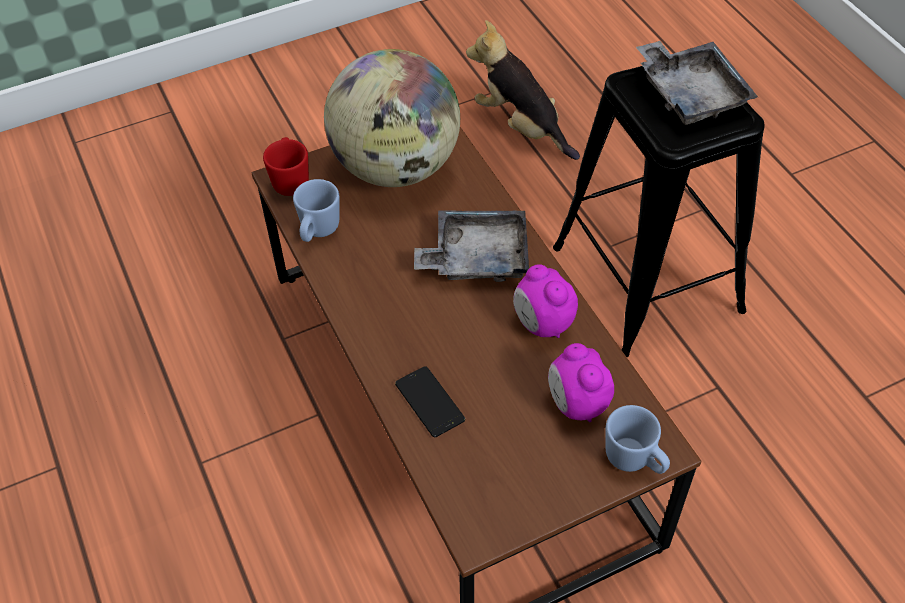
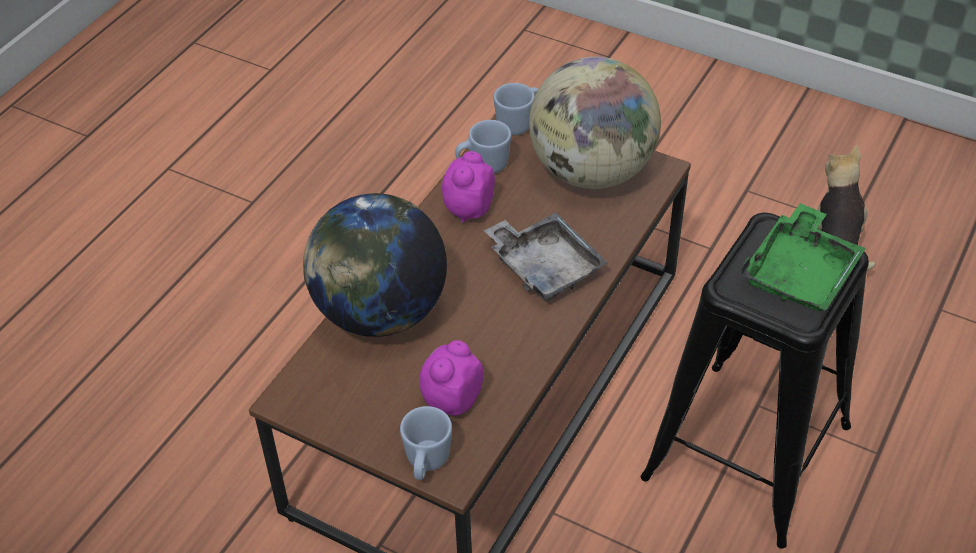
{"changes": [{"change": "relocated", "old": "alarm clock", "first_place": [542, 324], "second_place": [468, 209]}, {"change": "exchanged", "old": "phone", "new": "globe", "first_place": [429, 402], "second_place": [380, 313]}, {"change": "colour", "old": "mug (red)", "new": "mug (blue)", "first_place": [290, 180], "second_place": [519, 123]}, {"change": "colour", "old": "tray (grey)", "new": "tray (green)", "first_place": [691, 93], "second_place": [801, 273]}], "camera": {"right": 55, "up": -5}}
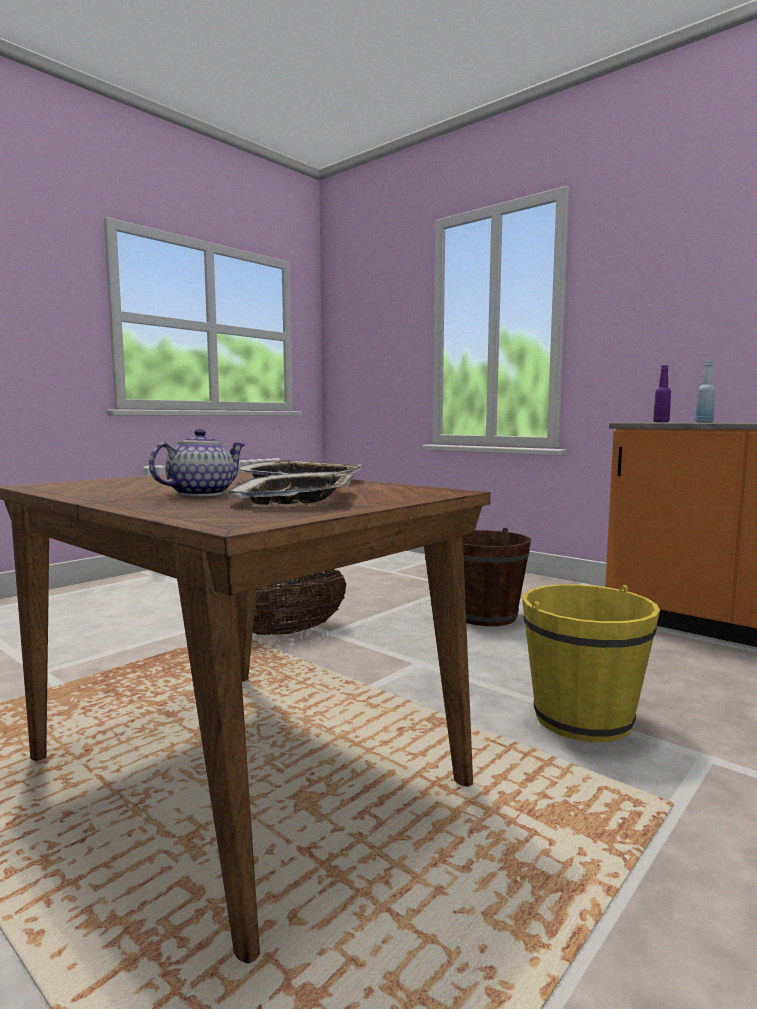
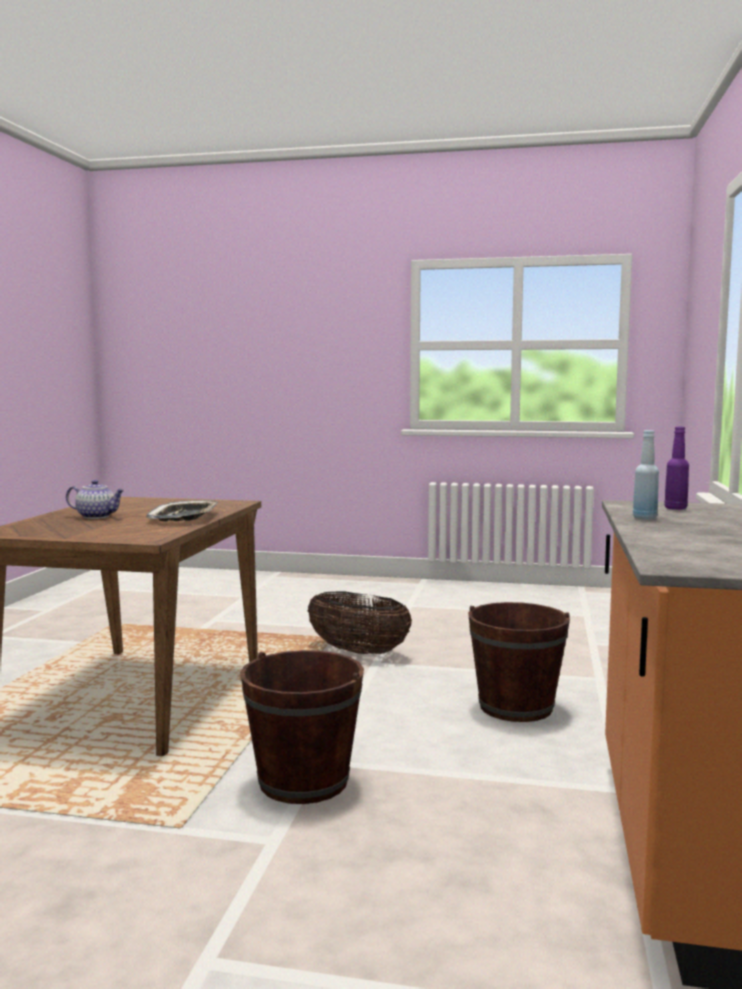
{"changes": [{"change": "missing", "old": "tray", "first_place": [298, 498]}, {"change": "colour", "old": "bucket (yellow)", "new": "bucket (brown)", "first_place": [583, 718], "second_place": [303, 781]}], "camera": {"right": 60, "up": 0}}
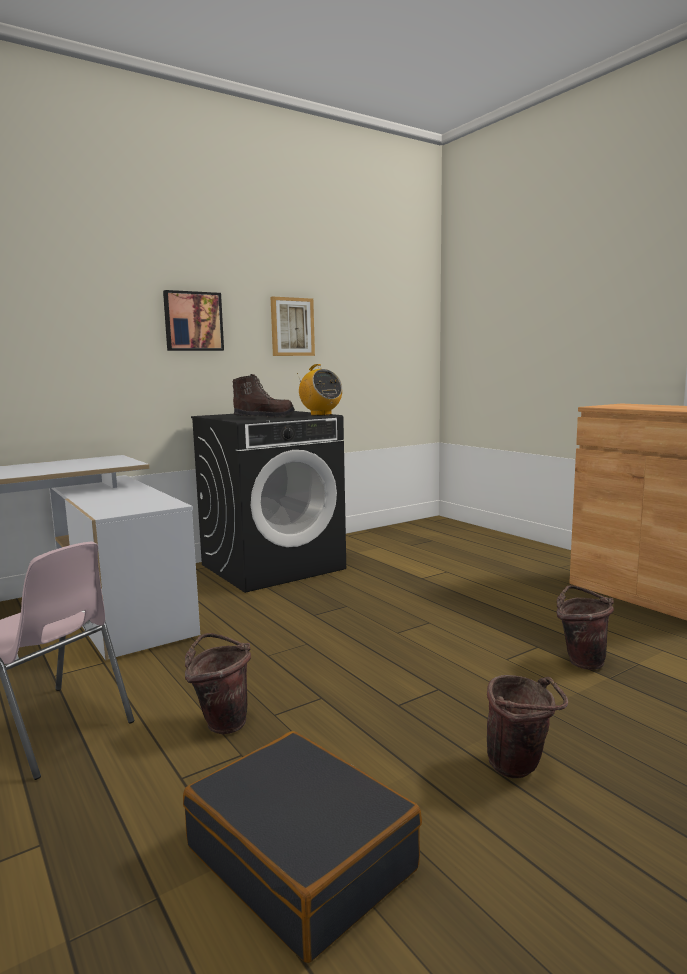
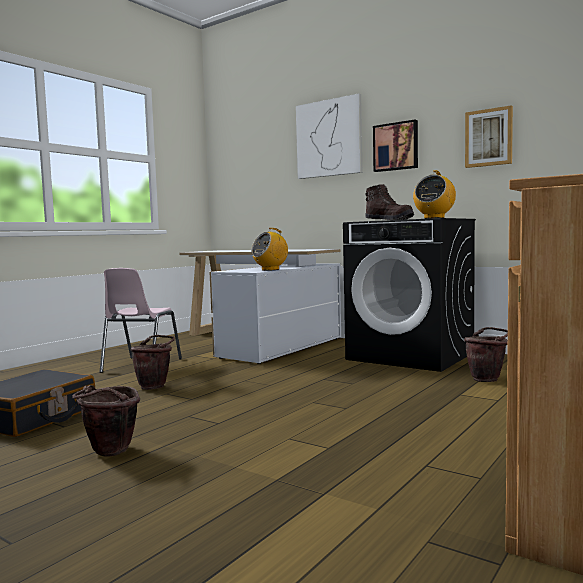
{"changes": [{"change": "appeared", "new": "radio", "second_place": [270, 269]}, {"change": "appeared", "new": "picture", "second_place": [329, 138]}, {"change": "relocated", "old": "bucket (brown)", "first_place": [581, 660], "second_place": [487, 379]}], "camera": {"right": 70, "up": -5}}
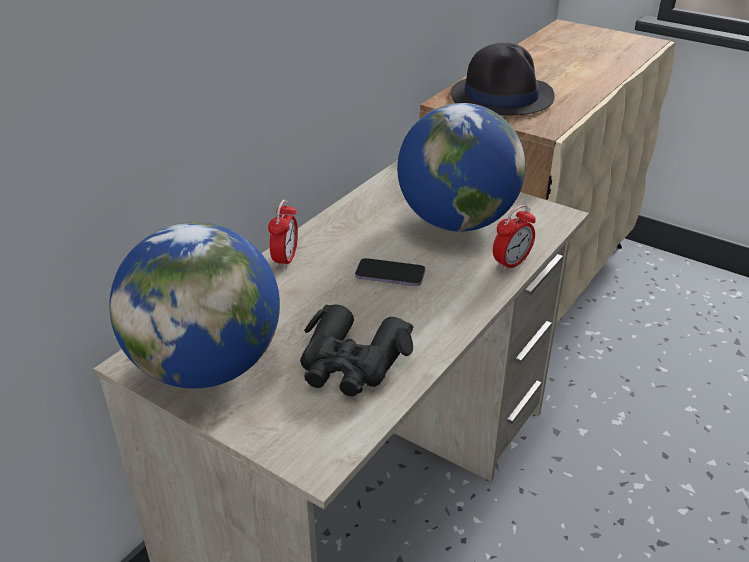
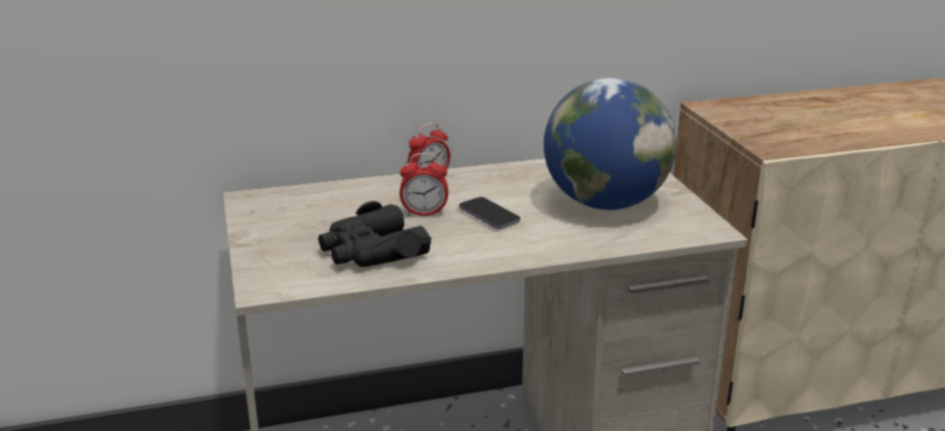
{"changes": [{"change": "missing", "old": "globe", "first_place": [206, 366]}, {"change": "missing", "old": "hat (black)", "first_place": [502, 97]}, {"change": "relocated", "old": "alarm clock", "first_place": [511, 263], "second_place": [424, 213]}], "camera": {"right": 40, "up": -10}}
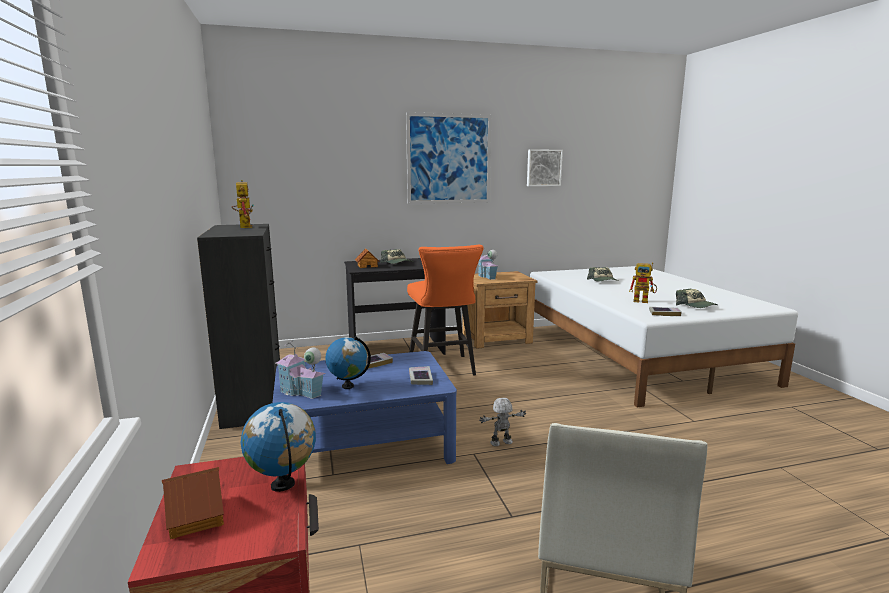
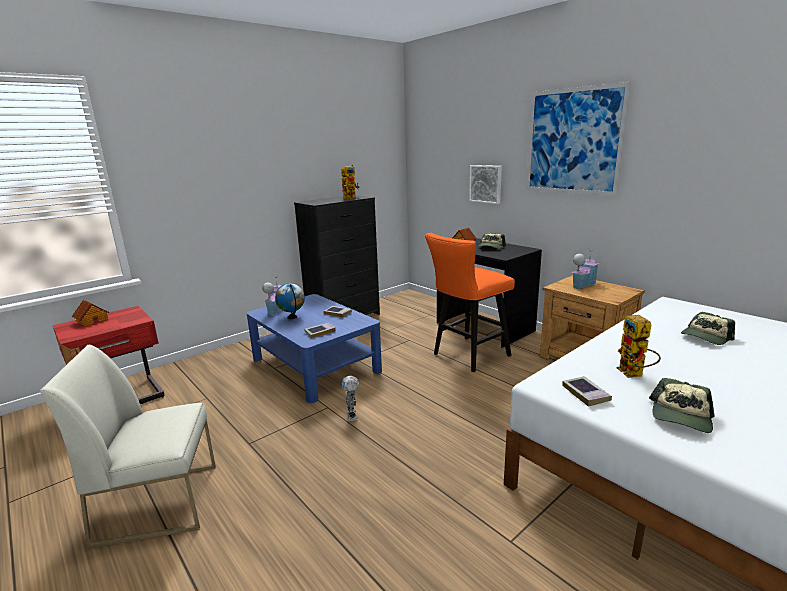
{"changes": [{"change": "missing", "old": "globe", "first_place": [283, 485]}, {"change": "relocated", "old": "picture", "first_place": [543, 168], "second_place": [486, 183]}, {"change": "spun", "old": "toy robot", "first_place": [501, 443], "second_place": [352, 415], "degrees": -150}], "camera": {"right": 65, "up": 5}}
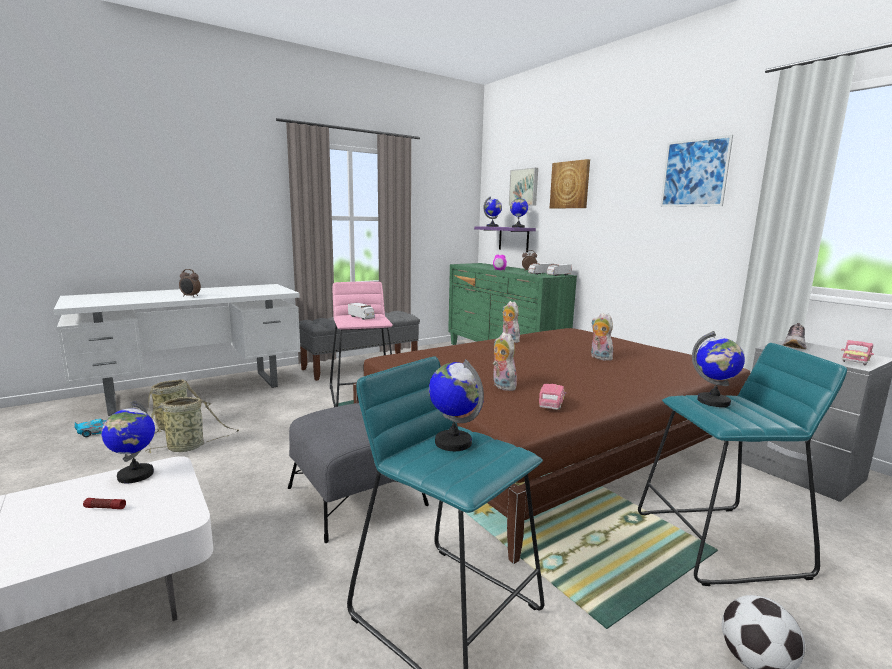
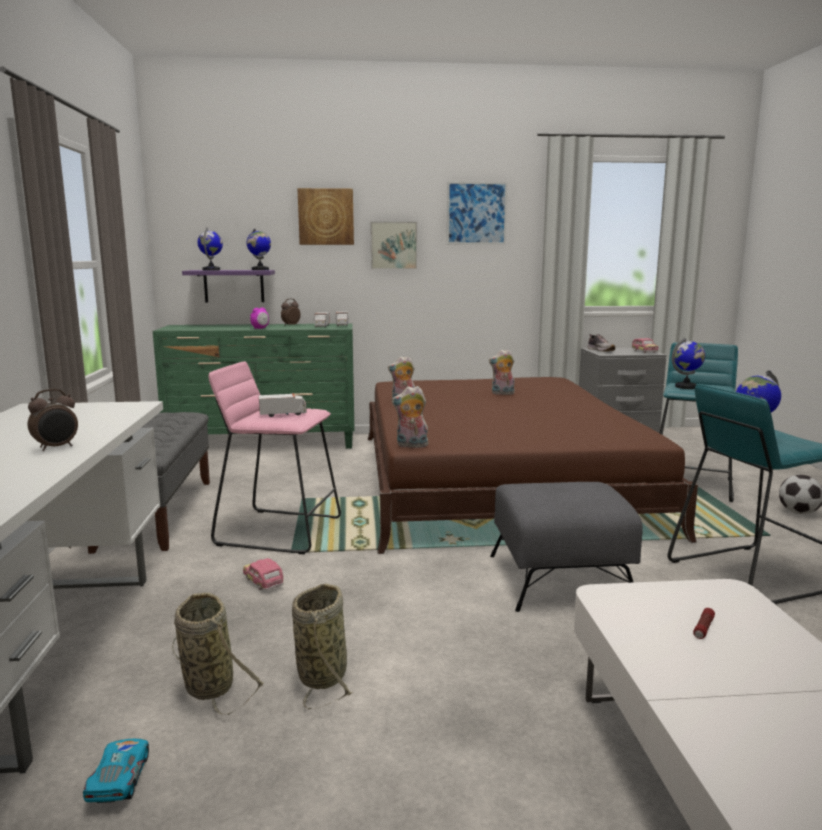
{"changes": [{"change": "missing", "old": "globe", "first_place": [135, 475]}, {"change": "relocated", "old": "plush toy", "first_place": [502, 386], "second_place": [411, 446]}, {"change": "relocated", "old": "picture", "first_place": [524, 187], "second_place": [393, 245]}, {"change": "relocated", "old": "toy car", "first_place": [551, 404], "second_place": [263, 582]}], "camera": {"right": -60, "up": 0}}
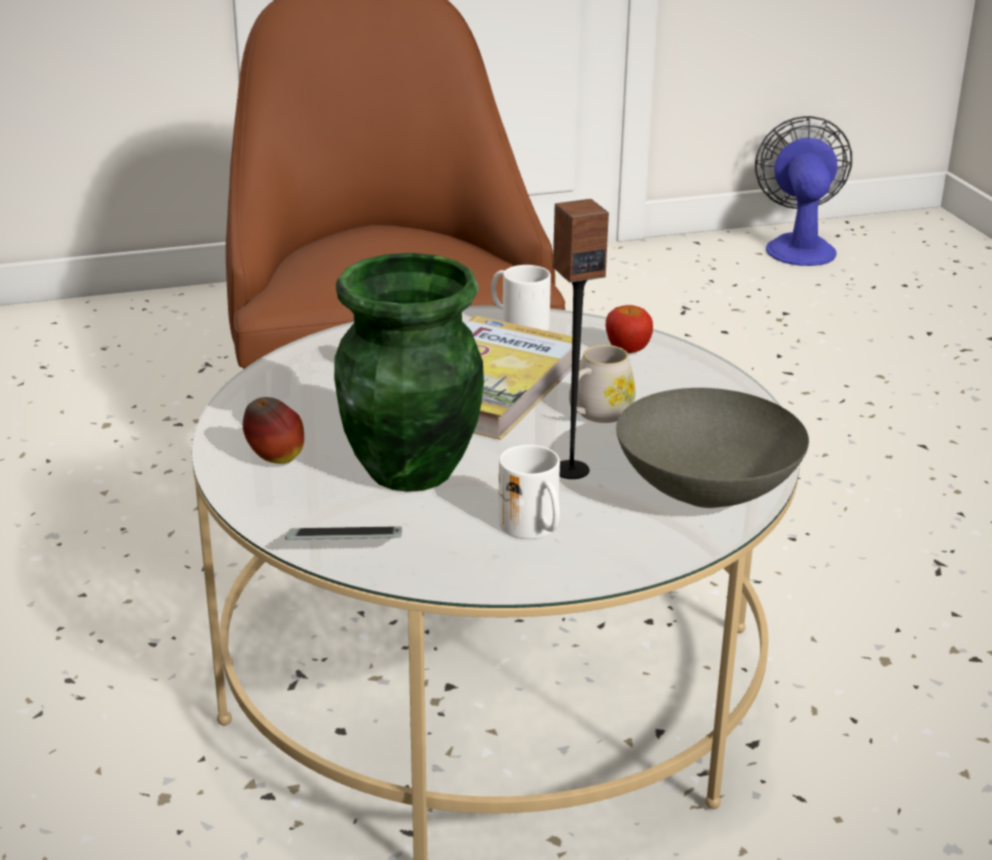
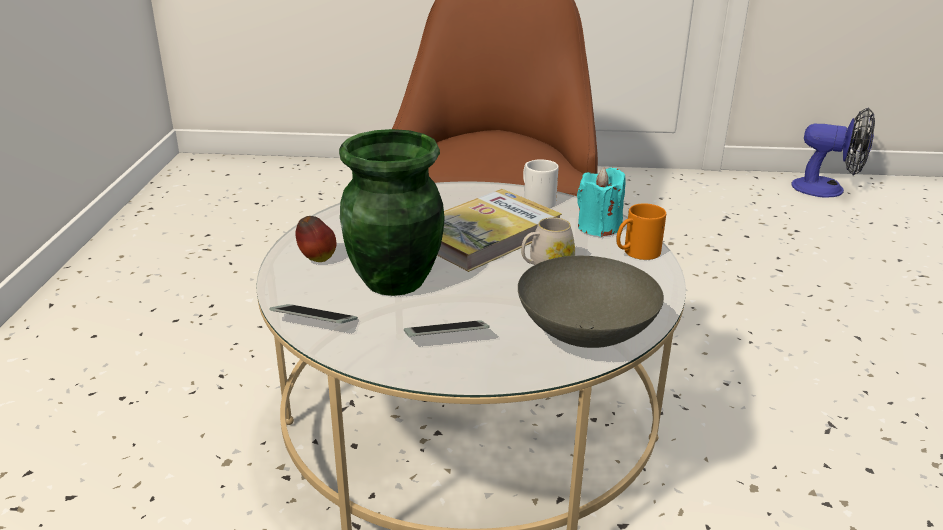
{"changes": [{"change": "missing", "old": "speaker", "first_place": [571, 469]}, {"change": "appeared", "new": "mug (orange)", "second_place": [636, 253]}, {"change": "exchanged", "old": "mug (white)", "new": "phone", "first_place": [535, 529], "second_place": [446, 336]}, {"change": "exchanged", "old": "apple", "new": "candle (turquoise)", "first_place": [627, 349], "second_place": [599, 227]}, {"change": "spun", "old": "fan", "first_place": [798, 246], "second_place": [827, 189], "degrees": 90}], "camera": {"right": 20, "up": 0}}
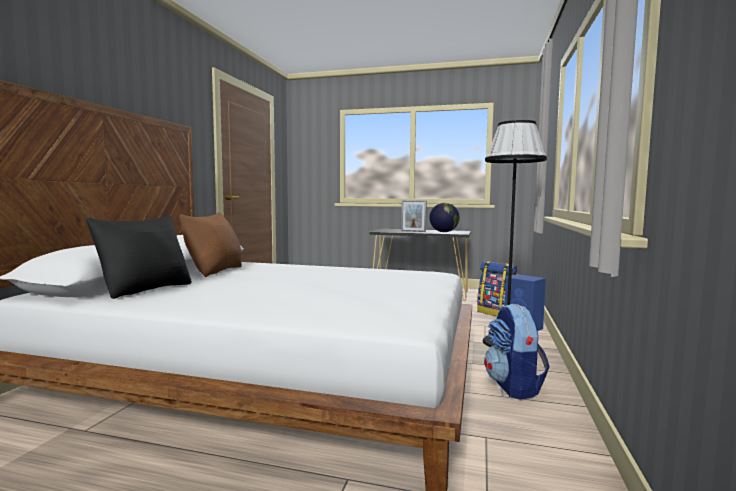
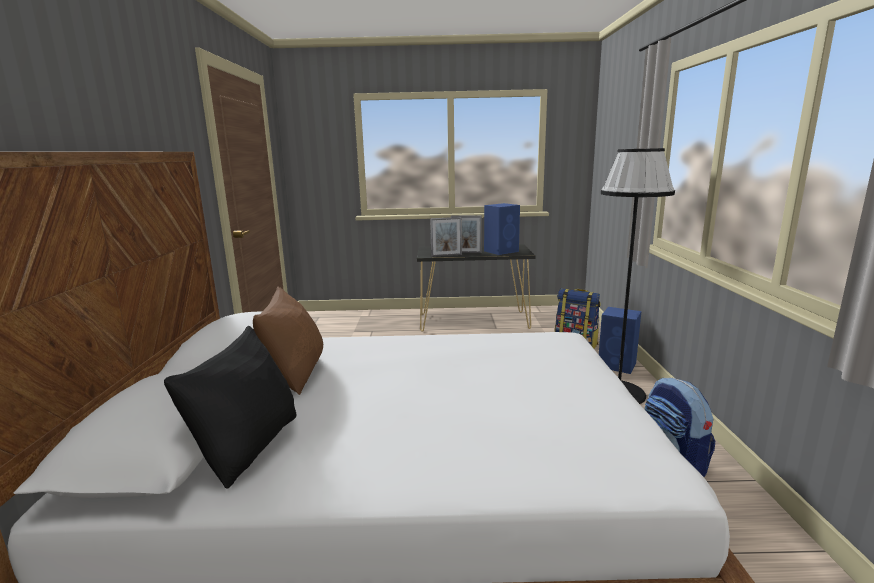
{"changes": [{"change": "appeared", "new": "picture frame", "second_place": [446, 255]}, {"change": "exchanged", "old": "globe", "new": "speaker (blue)", "first_place": [444, 232], "second_place": [502, 251]}], "camera": {"right": -15, "up": 10}}
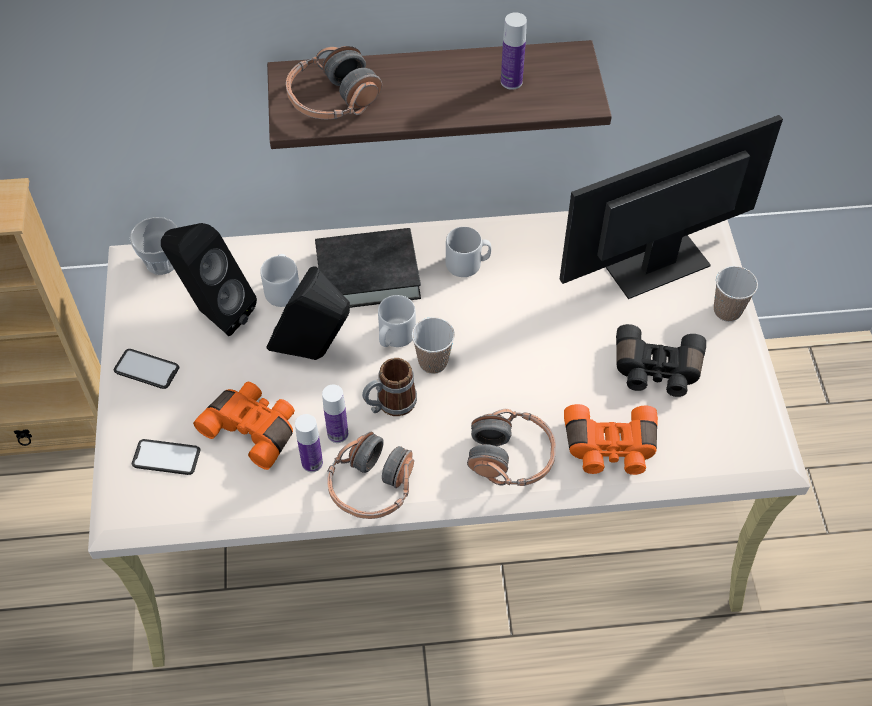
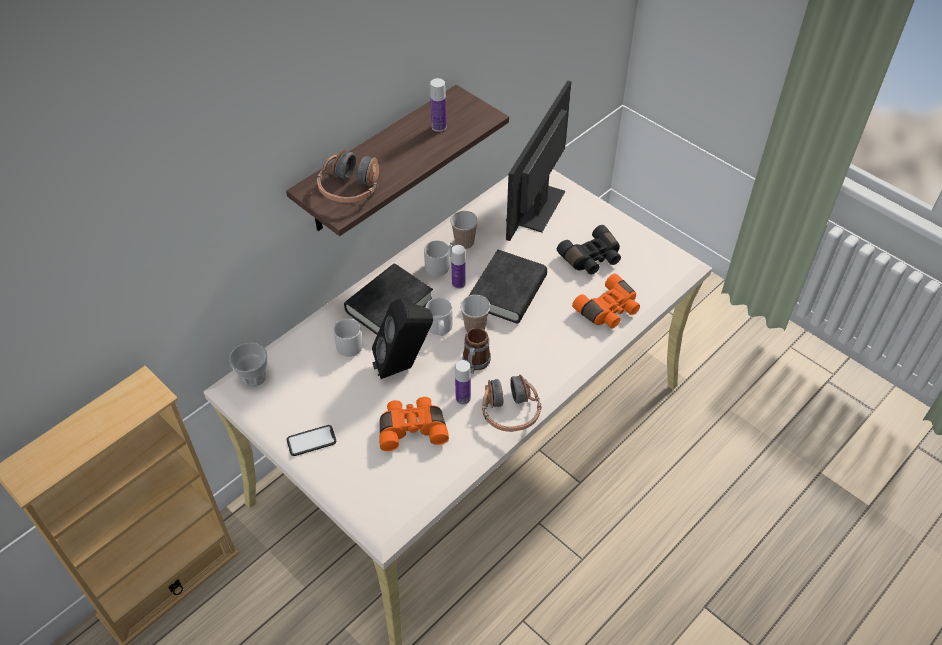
{"changes": [{"change": "missing", "old": "phone", "first_place": [166, 457]}, {"change": "missing", "old": "speaker (black)", "first_place": [214, 312]}, {"change": "missing", "old": "headphones", "first_place": [511, 457]}, {"change": "appeared", "new": "book (black)", "second_place": [508, 291]}, {"change": "relocated", "old": "bottle", "first_place": [312, 463], "second_place": [458, 283]}, {"change": "relocated", "old": "cup", "first_place": [727, 311], "second_place": [464, 242]}], "camera": {"right": -40, "up": -5}}
